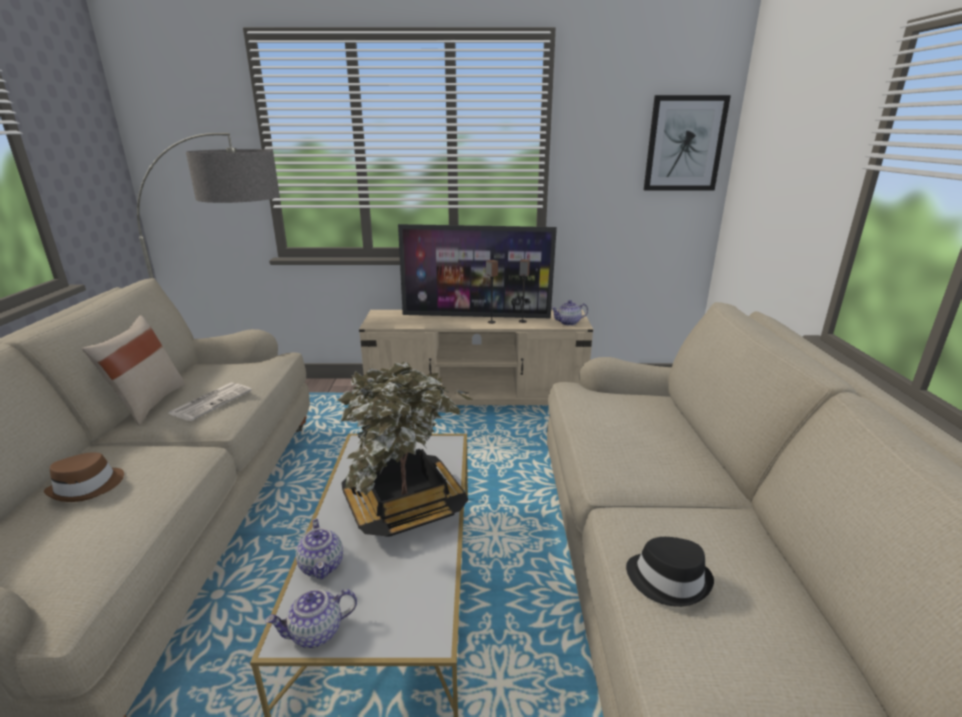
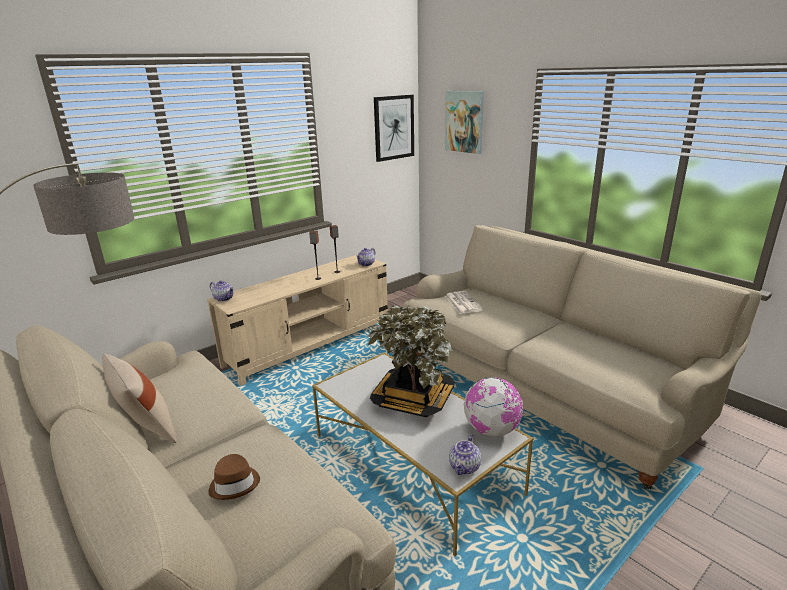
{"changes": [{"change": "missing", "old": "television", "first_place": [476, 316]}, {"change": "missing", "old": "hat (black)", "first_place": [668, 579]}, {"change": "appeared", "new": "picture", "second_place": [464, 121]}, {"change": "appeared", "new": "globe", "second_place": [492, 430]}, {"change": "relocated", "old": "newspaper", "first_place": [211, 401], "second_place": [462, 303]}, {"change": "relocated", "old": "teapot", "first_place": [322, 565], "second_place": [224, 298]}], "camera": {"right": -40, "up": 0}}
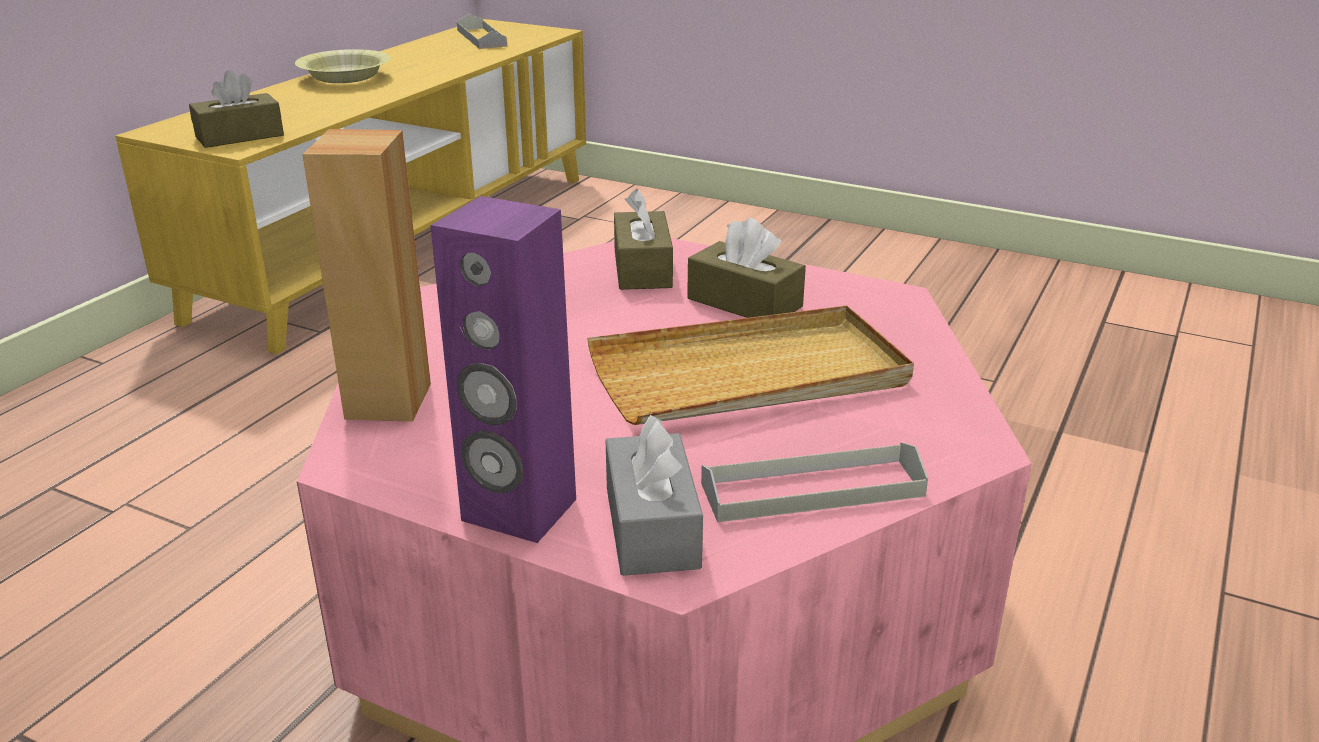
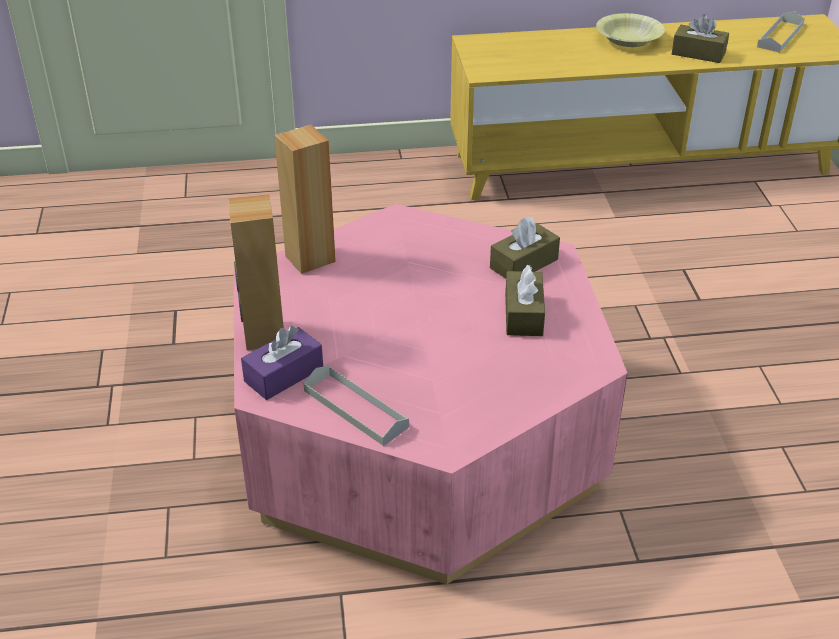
{"changes": [{"change": "missing", "old": "tray (beige)", "first_place": [750, 376]}, {"change": "relocated", "old": "tissue box (brown)", "first_place": [239, 136], "second_place": [698, 53]}, {"change": "colour", "old": "speaker (purple)", "new": "speaker (brown)", "first_place": [518, 511], "second_place": [263, 334]}, {"change": "colour", "old": "tissue box (grey)", "new": "tissue box (purple)", "first_place": [652, 527], "second_place": [284, 374]}], "camera": {"right": 55, "up": 10}}
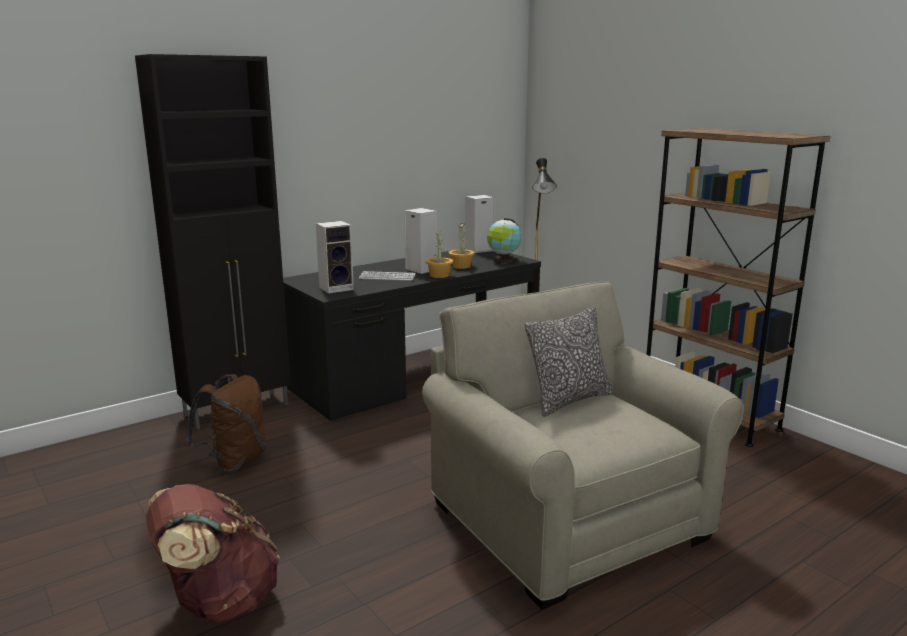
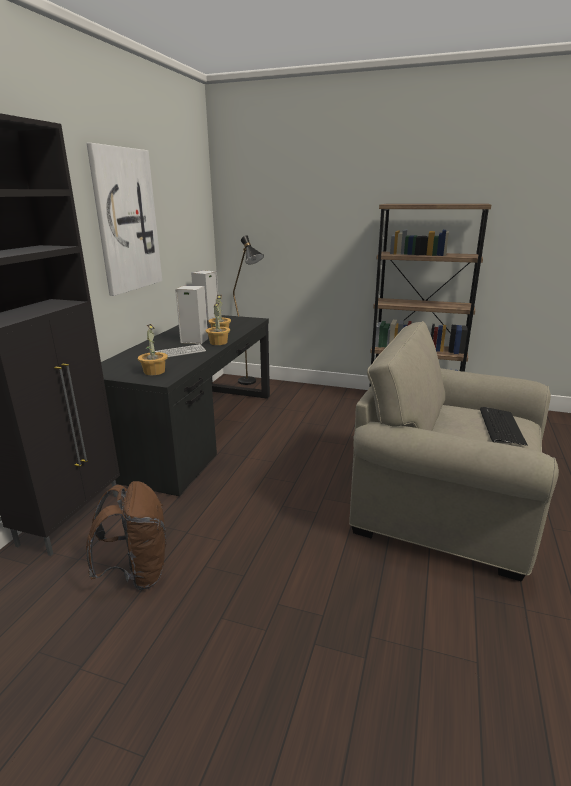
{"changes": [{"change": "missing", "old": "backpack (brown)", "first_place": [219, 601]}, {"change": "missing", "old": "globe", "first_place": [504, 260]}, {"change": "missing", "old": "pillow", "first_place": [569, 400]}, {"change": "appeared", "new": "picture", "second_place": [126, 221]}, {"change": "appeared", "new": "keyboard", "second_place": [501, 427]}, {"change": "exchanged", "old": "speaker", "new": "potted plant", "first_place": [337, 288], "second_place": [154, 371]}], "camera": {"right": -35, "up": 5}}
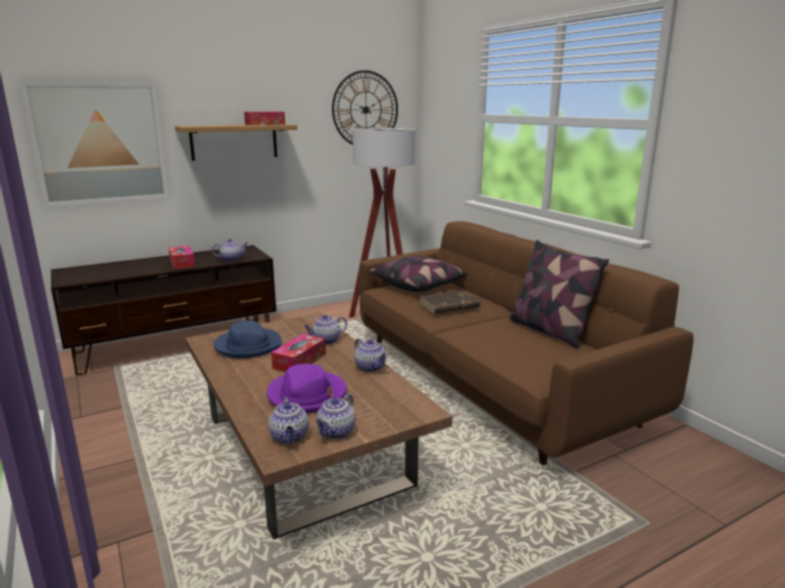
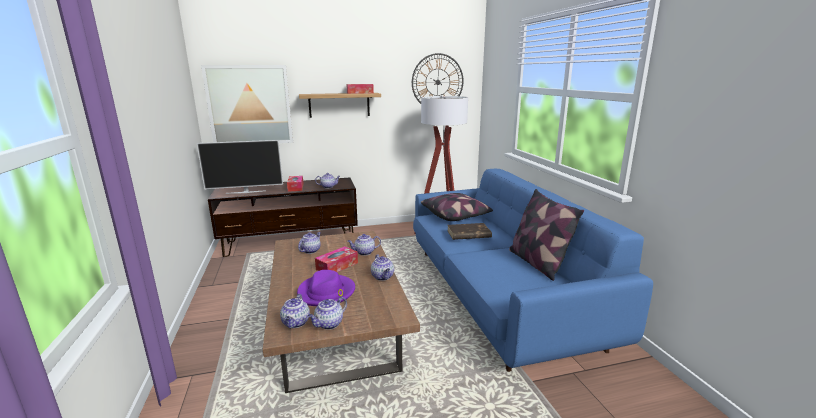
{"changes": [{"change": "appeared", "new": "television", "second_place": [246, 192]}, {"change": "exchanged", "old": "hat (blue)", "new": "teapot", "first_place": [248, 345], "second_place": [310, 250]}, {"change": "colour", "old": "sofa (brown)", "new": "sofa (blue)", "first_place": [488, 379], "second_place": [496, 294]}], "camera": {"right": 15, "up": 0}}
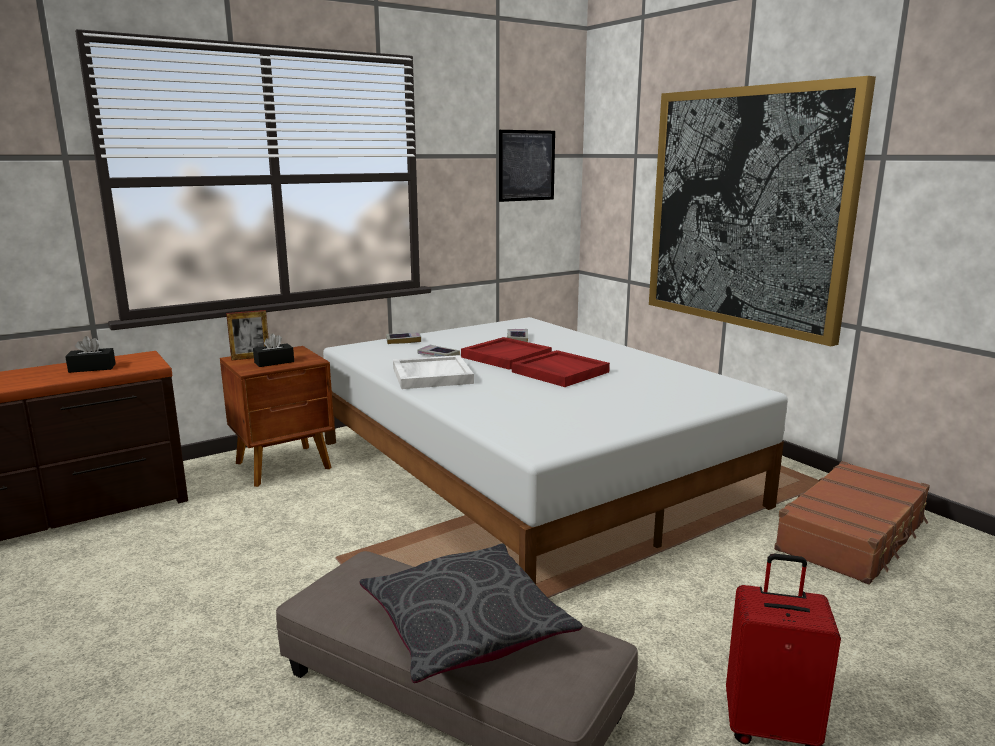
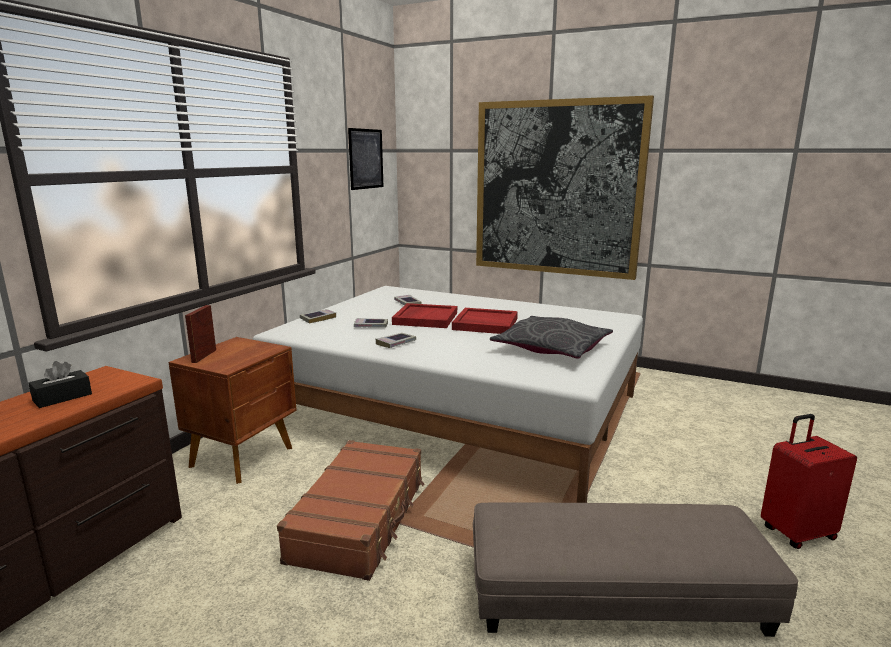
{"changes": [{"change": "missing", "old": "tissue box (black)", "first_place": [274, 362]}, {"change": "relocated", "old": "pillow (grey)", "first_place": [465, 626], "second_place": [551, 348]}, {"change": "relocated", "old": "suitcase (brown)", "first_place": [853, 536], "second_place": [360, 519]}, {"change": "exchanged", "old": "tray (white)", "new": "book", "first_place": [431, 375], "second_place": [396, 343]}, {"change": "spun", "old": "picture frame", "first_place": [250, 357], "second_place": [204, 356], "degrees": 150}], "camera": {"right": -30, "up": 0}}
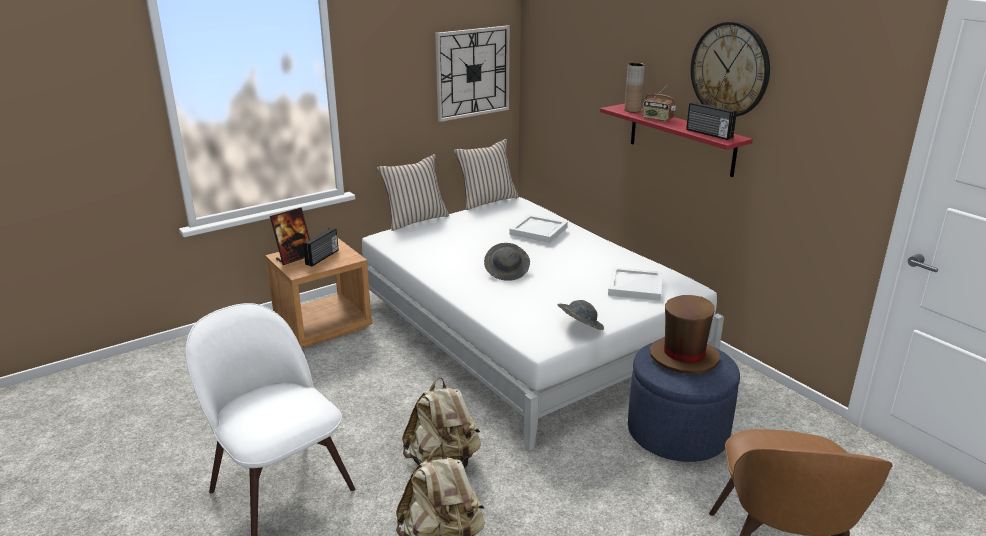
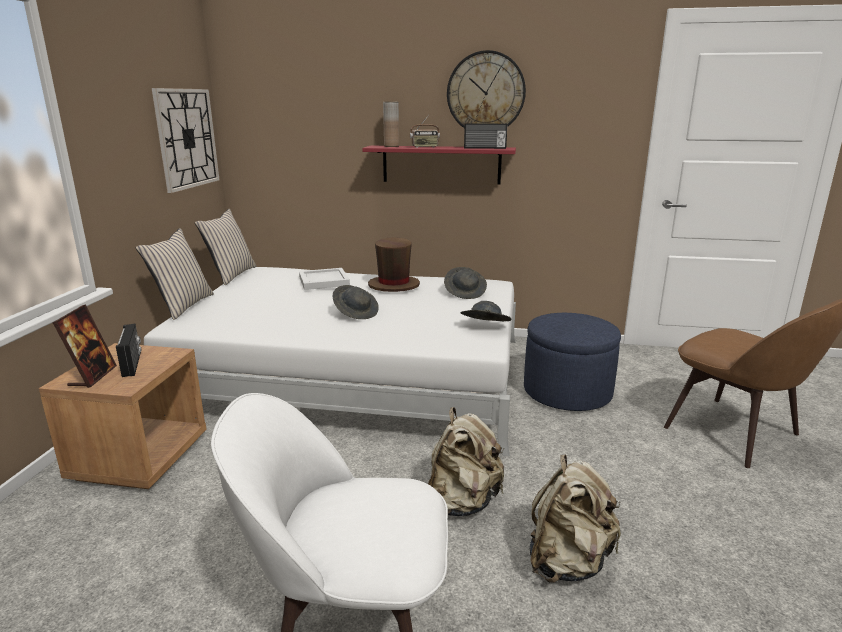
{"changes": [{"change": "relocated", "old": "hat (brown)", "first_place": [683, 357], "second_place": [393, 285]}, {"change": "exchanged", "old": "tray (white)", "new": "hat (grey)", "first_place": [636, 287], "second_place": [465, 293]}], "camera": {"right": -45, "up": -5}}
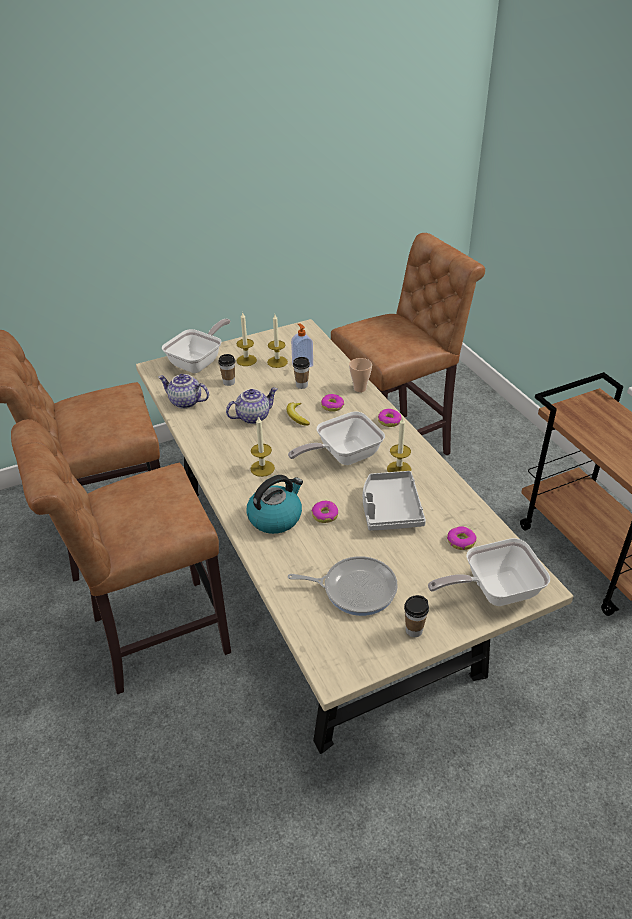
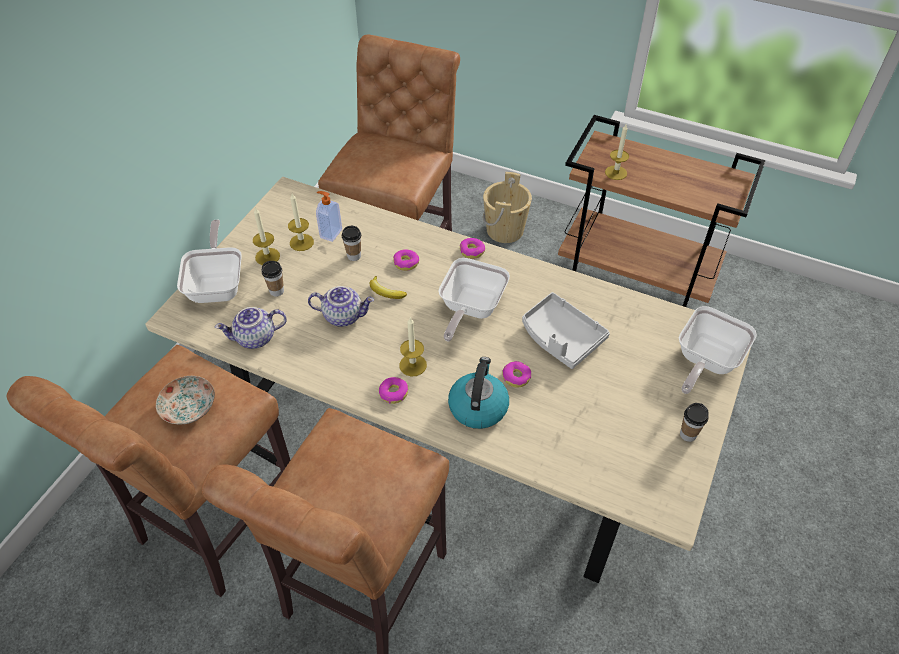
{"changes": [{"change": "missing", "old": "frying pan", "first_place": [355, 589]}, {"change": "missing", "old": "cup", "first_place": [360, 388]}, {"change": "appeared", "new": "plate", "second_place": [189, 408]}, {"change": "appeared", "new": "bucket (beige)", "second_place": [505, 230]}, {"change": "relocated", "old": "candle", "first_place": [399, 469], "second_place": [616, 172]}, {"change": "relocated", "old": "donut", "first_place": [461, 541], "second_place": [393, 393]}, {"change": "spun", "old": "teapot", "first_place": [253, 416], "second_place": [343, 315], "degrees": 75}], "camera": {"right": -40, "up": 10}}
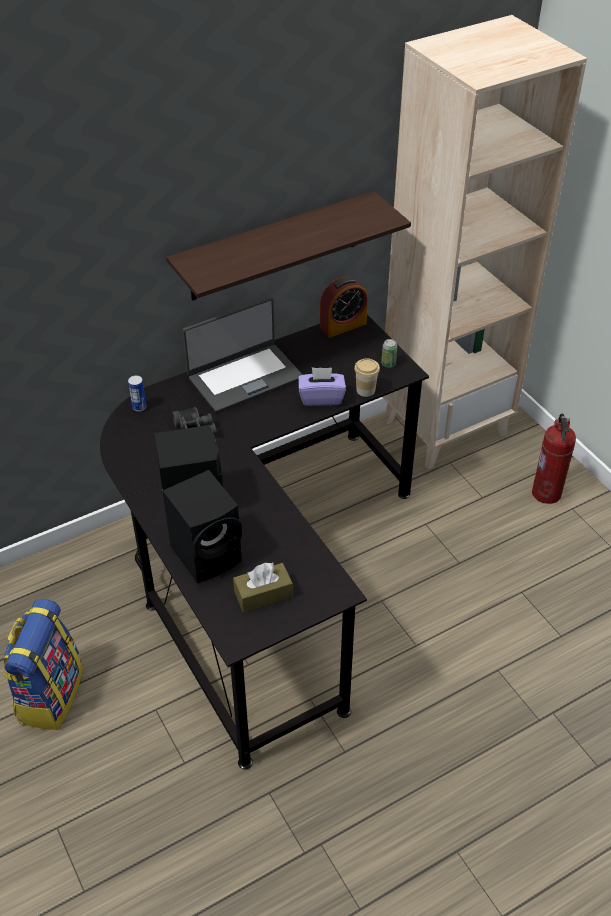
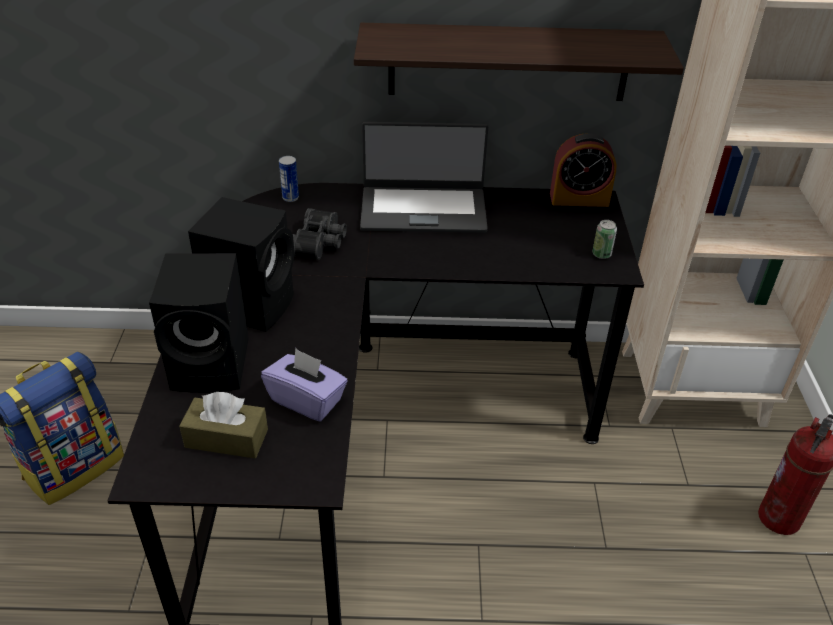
{"changes": [{"change": "missing", "old": "cup", "first_place": [365, 390]}, {"change": "relocated", "old": "tissue box (purple)", "first_place": [321, 398], "second_place": [307, 400]}], "camera": {"right": 30, "up": -5}}
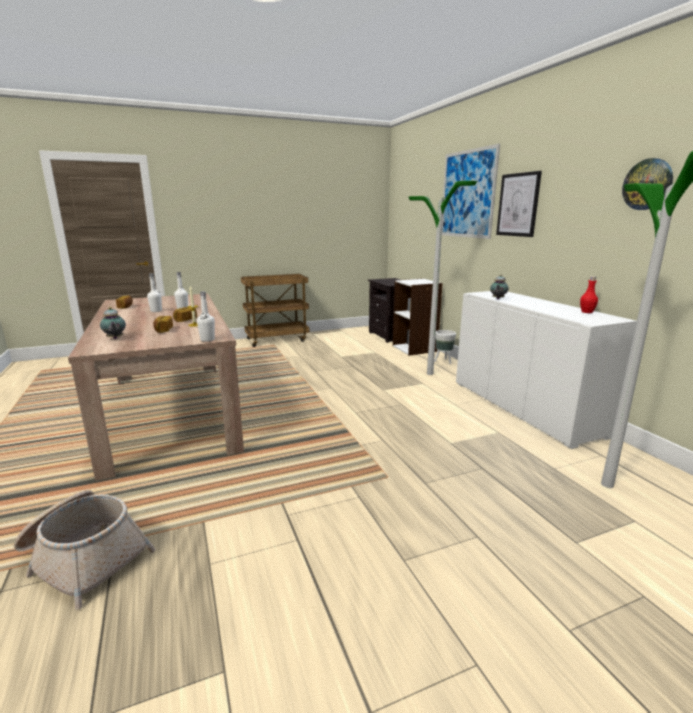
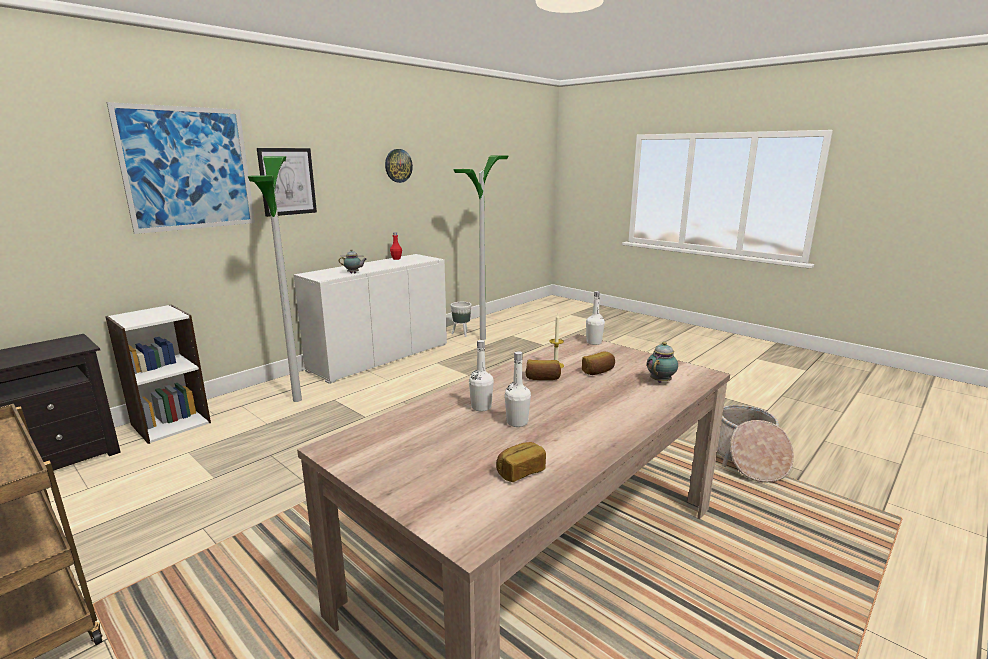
{"changes": [{"change": "relocated", "old": "planter (white)", "first_place": [443, 361], "second_place": [461, 334]}], "camera": {"right": -115, "up": 0}}
